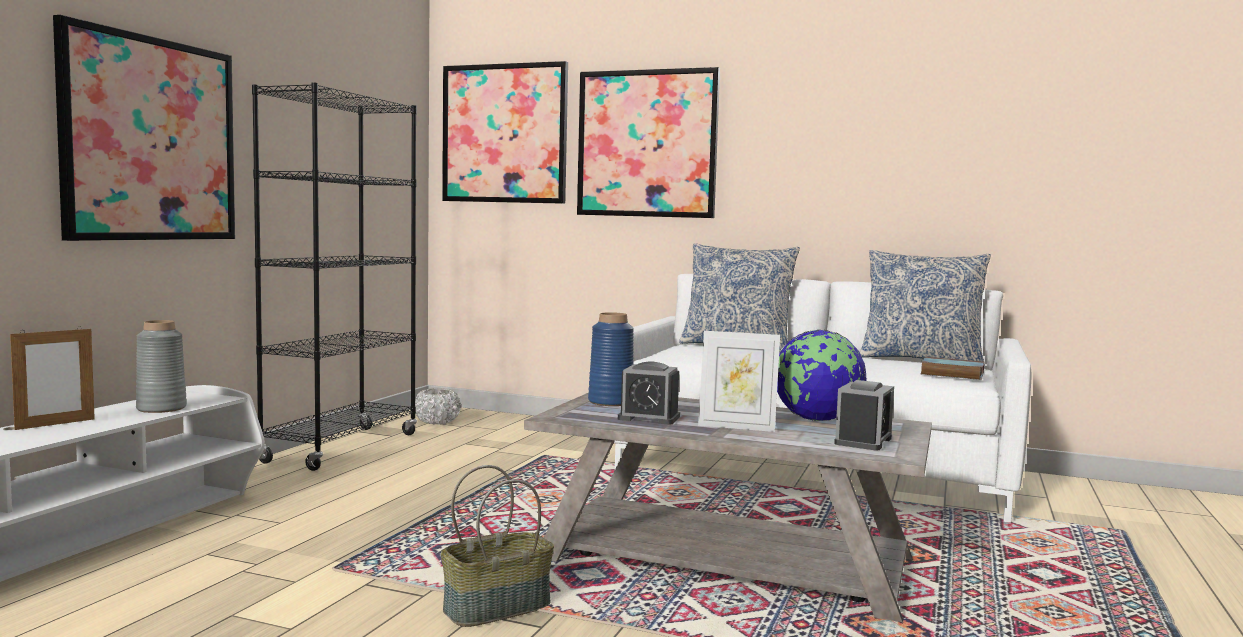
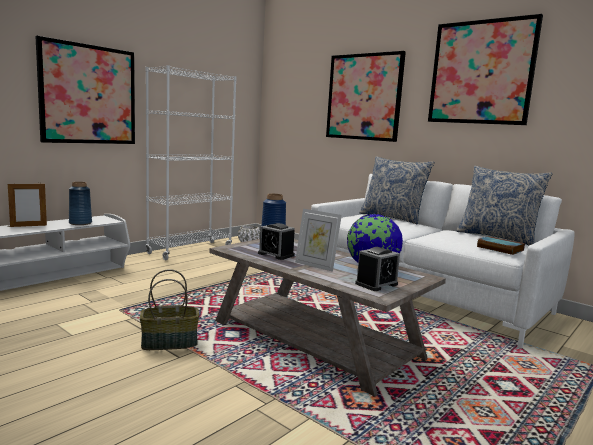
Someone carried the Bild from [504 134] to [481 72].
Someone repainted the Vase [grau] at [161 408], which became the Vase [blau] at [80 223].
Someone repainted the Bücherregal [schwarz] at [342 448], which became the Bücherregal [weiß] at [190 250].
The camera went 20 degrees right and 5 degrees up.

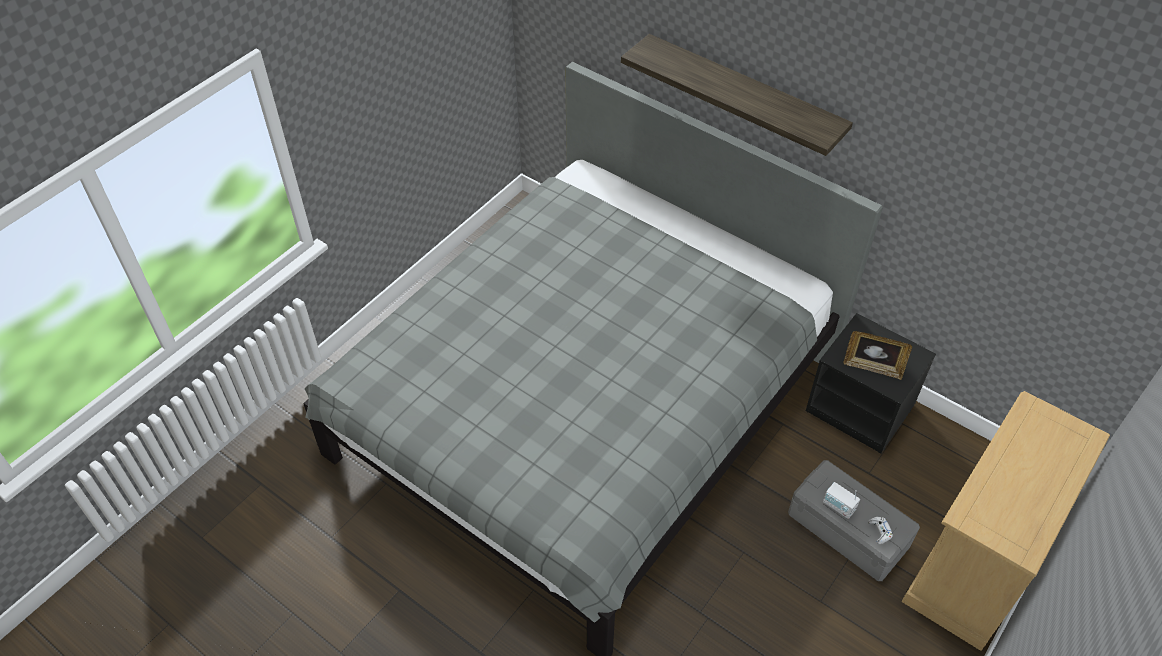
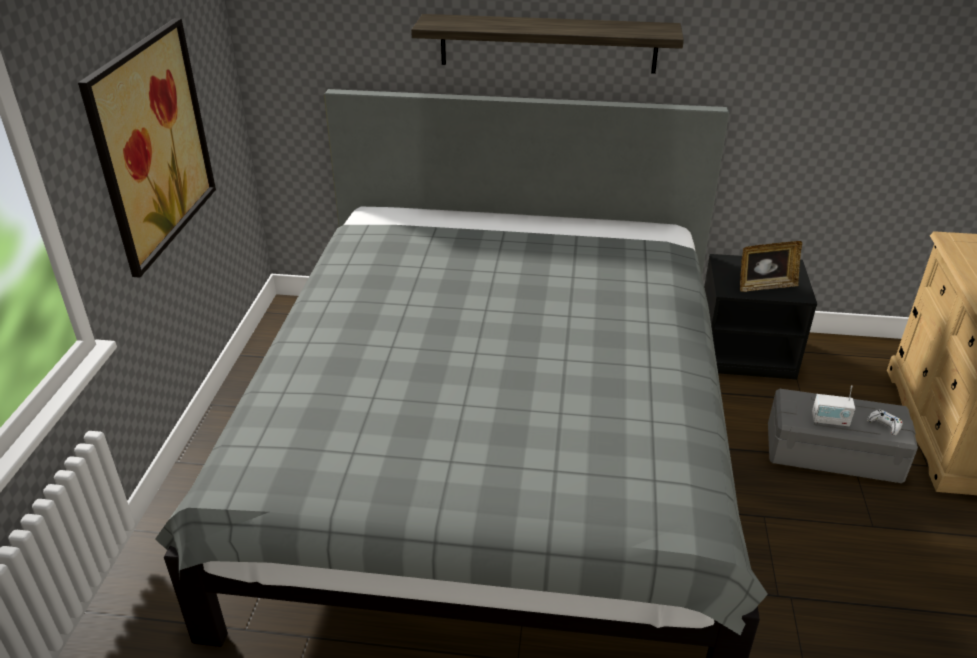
Someone put up the Bild at [151 144].
The camera went 30 degrees left and 15 degrees down.

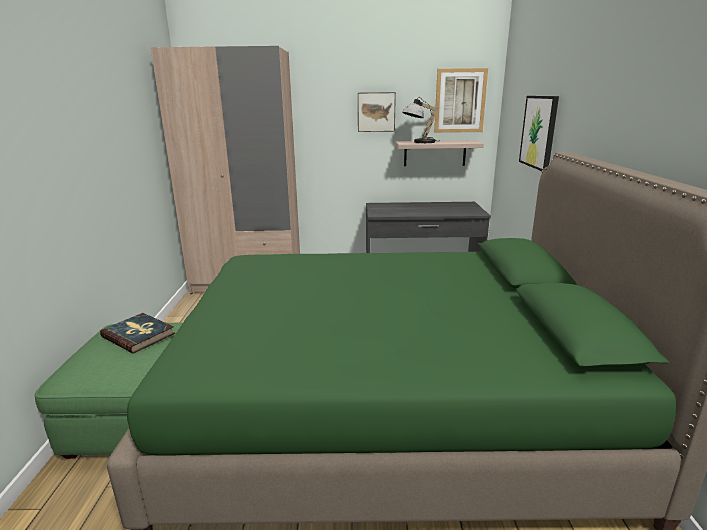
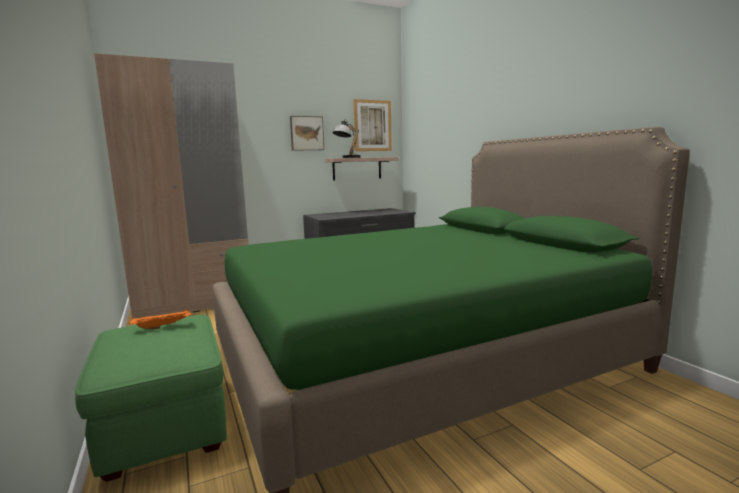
Someone took away the Bild at [539 132].
Someone swapped the Buch at [139 335] for the Tablett [orange] at [163 326].
The camera went 25 degrees left and 10 degrees down.

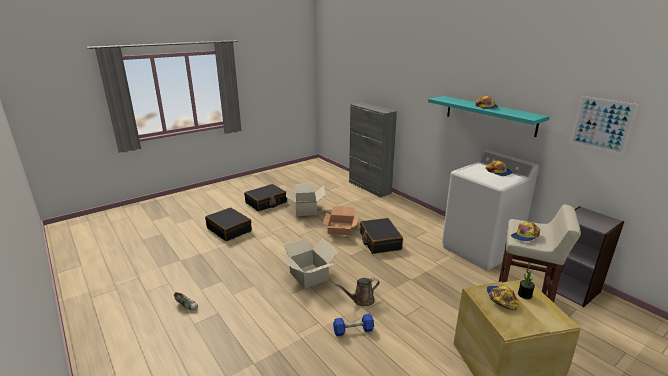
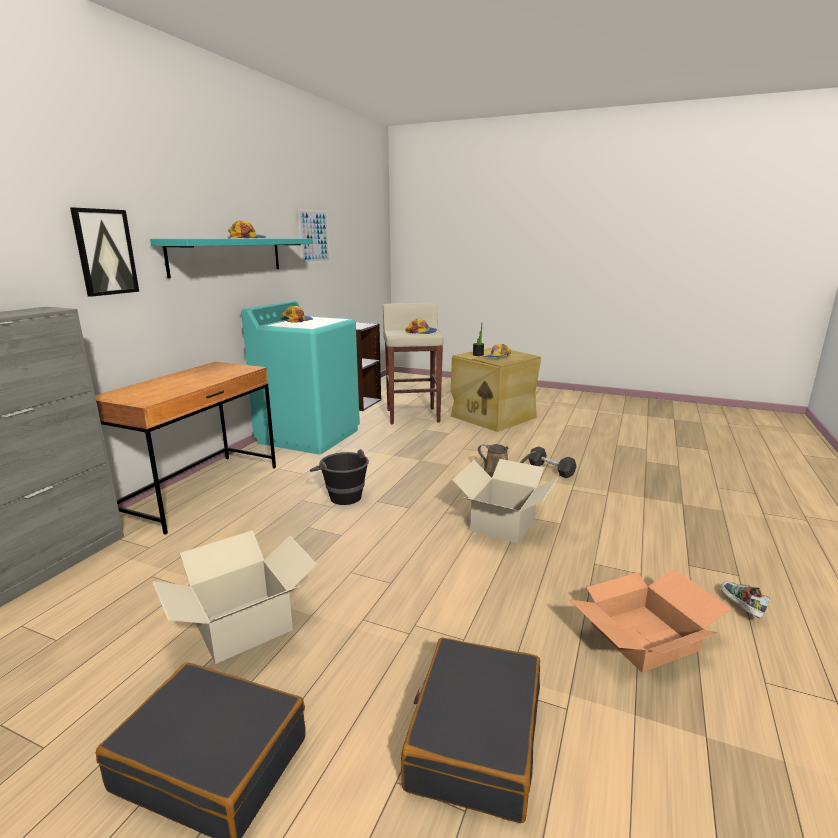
Someone put up the Bild at [105 252].
Someone put down the Schreibtisch [braun] at [201 491].
Someone carried the Karton from [340 228] to [643 638].
Someone swapped the Koffer [schwarz] at [379 241] for the Eimer [schwarz] at [341 495].
Someone repainted the Hantel [blau] at [353 330], which became the Hantel [grau] at [551 470].
Someone repainted the Waschmaschine [weiß] at [480 249], which became the Waschmaschine [türkis] at [309 436].
The camera went 120 degrees left and 5 degrees down.

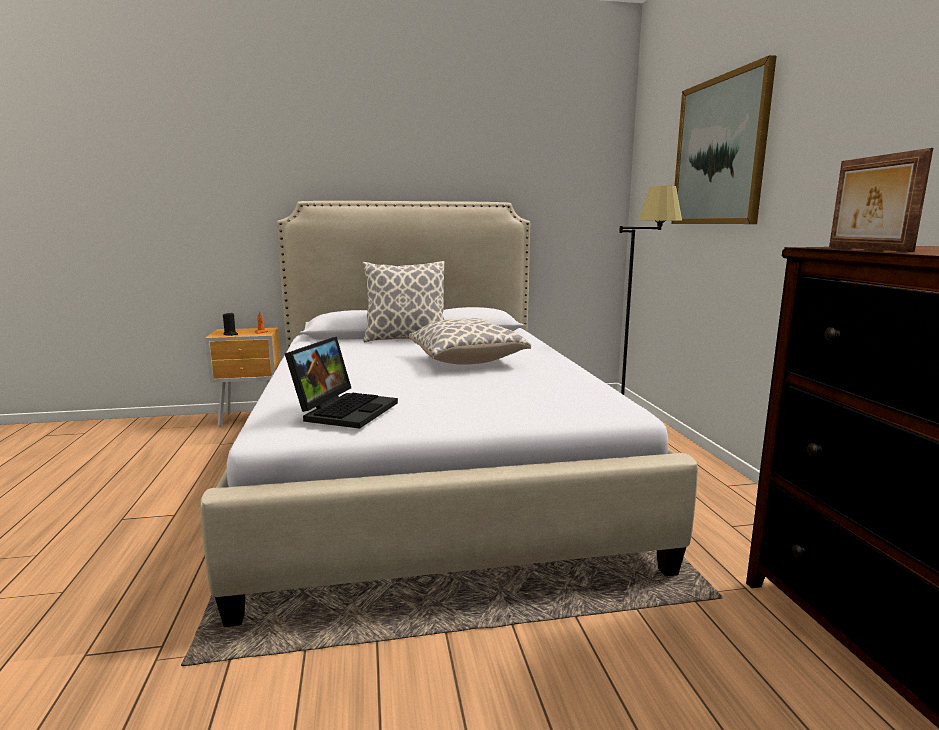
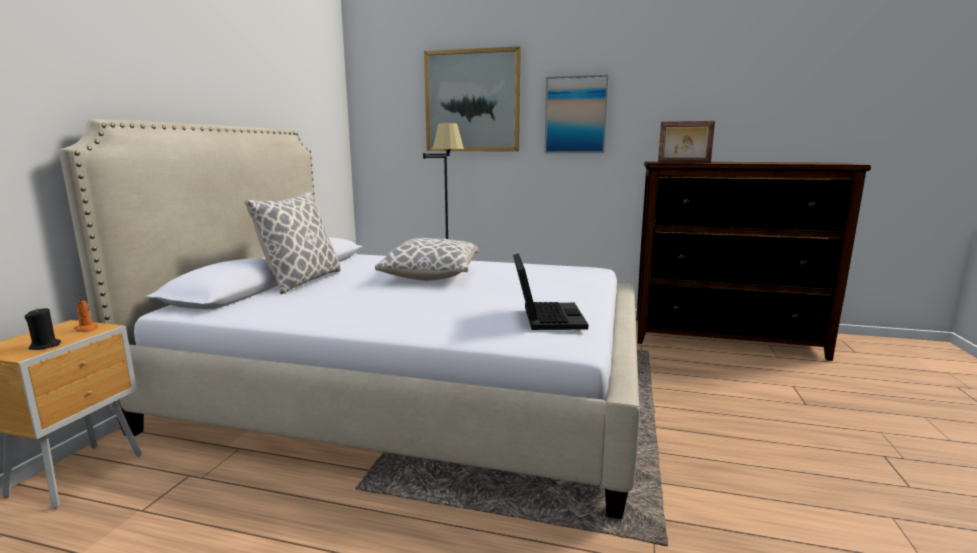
Someone put up the Bild at [575 115].
Someone rotated the Laptop at [345 410] by 45 degrees clockwise.
The camera went 65 degrees left and 0 degrees up.

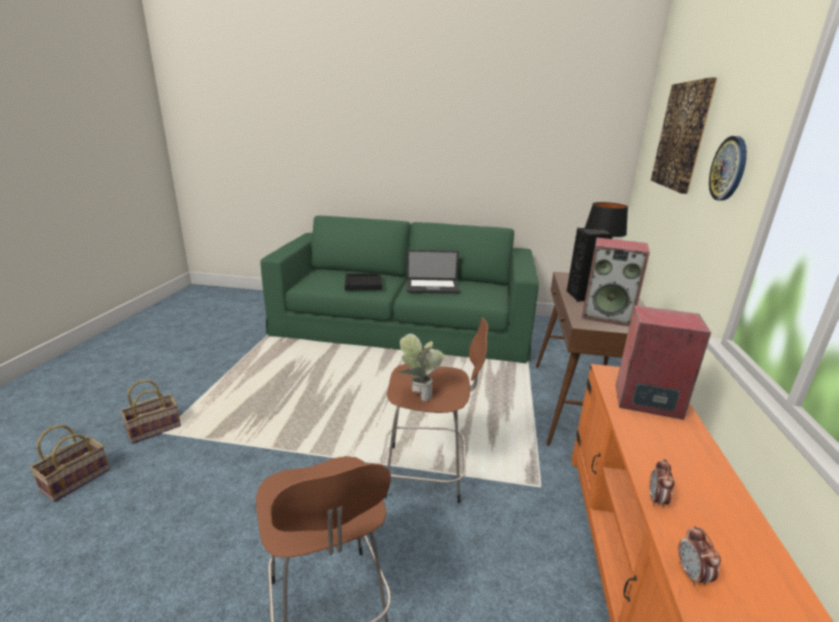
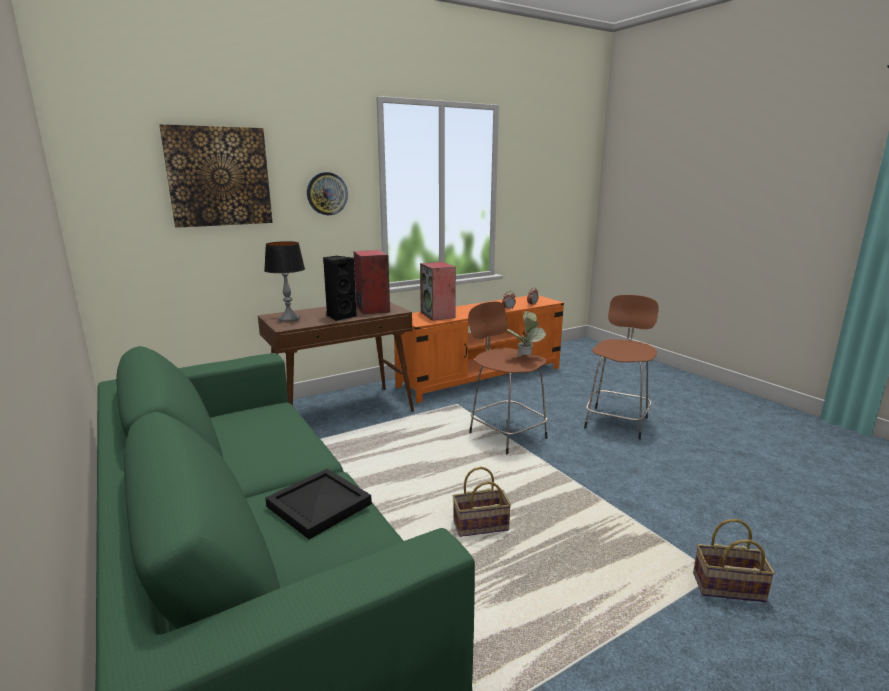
Someone took away the Laptop at [432 287].
Someone carried the Korb from [77 479] to [479 526].
The camera went 130 degrees left and 5 degrees down.

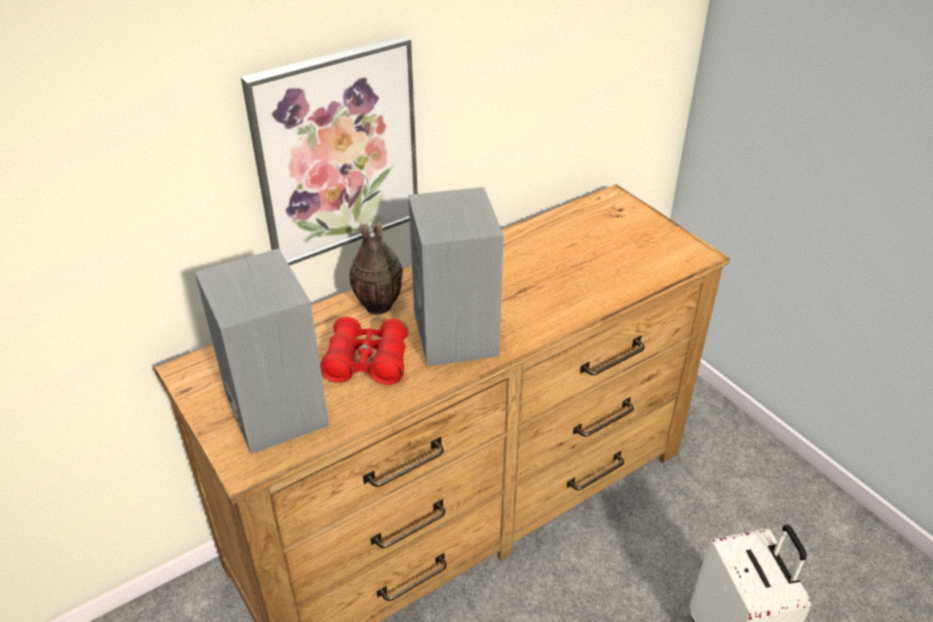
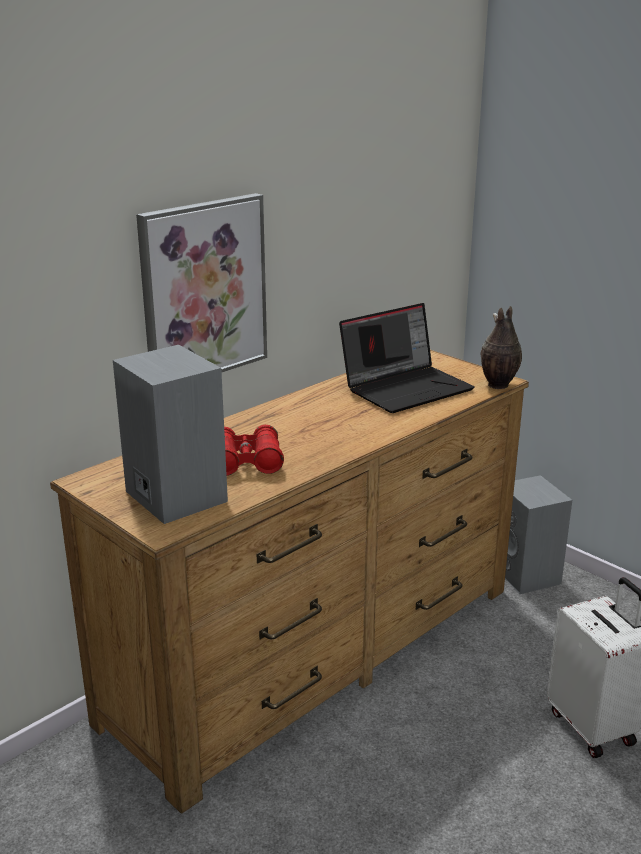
Someone put down the Laptop at [406 387].
Someone carried the Vase from [377 307] to [497 385].
Someone carried the Lautsprecher [grau] from [458 335] to [527 575].
The camera went 10 degrees left and 15 degrees down.

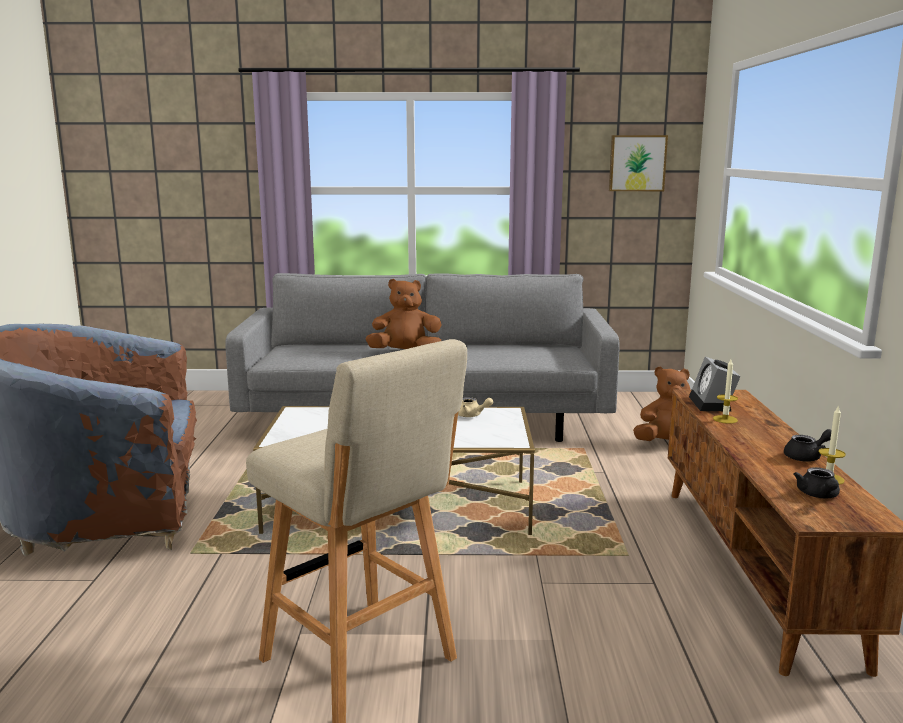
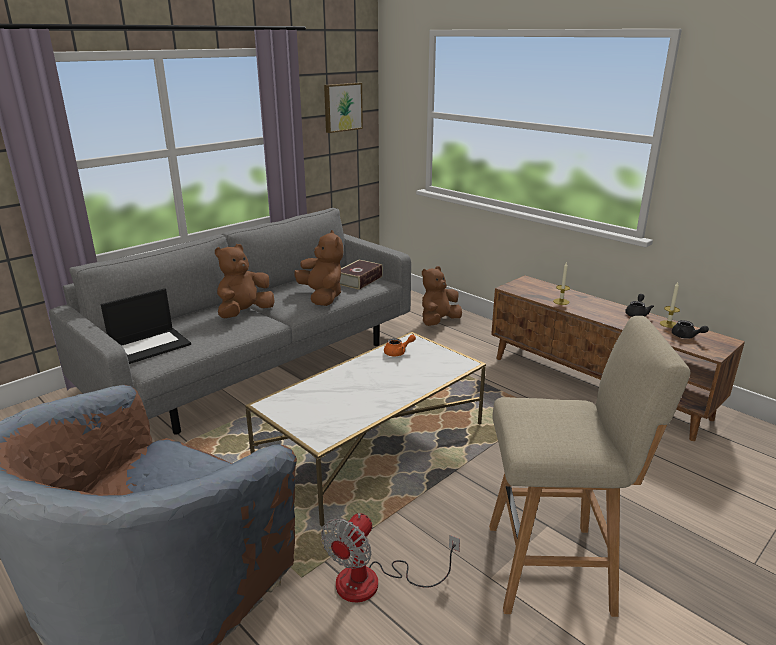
Someone took away the Wecker at [712 404].
Someone put down the Laptop at [150 345].
Someone put down the Plüschtier [braun] at [322 297].
Someone put down the Ventilator at [373 582].
Someone put down the Buch at [359 280].
Someone repainted the Teekanne [beige] at [471 415], which became the Teekanne [orange] at [398 352].
The camera went 45 degrees left and 10 degrees up.

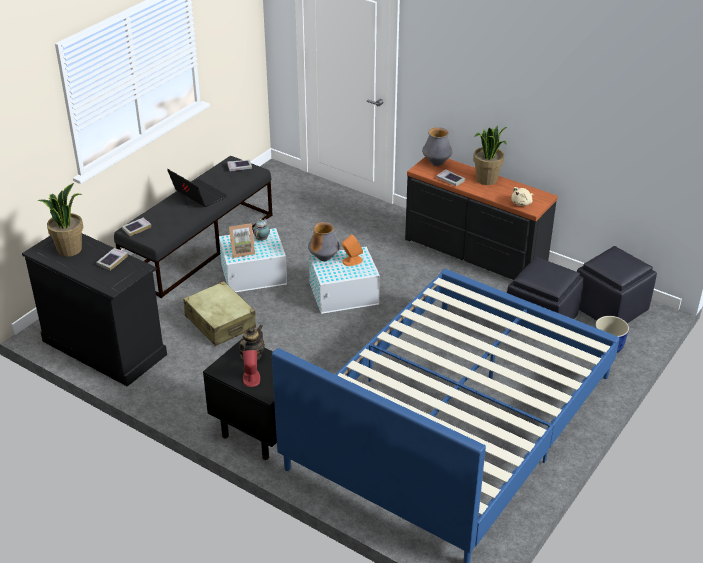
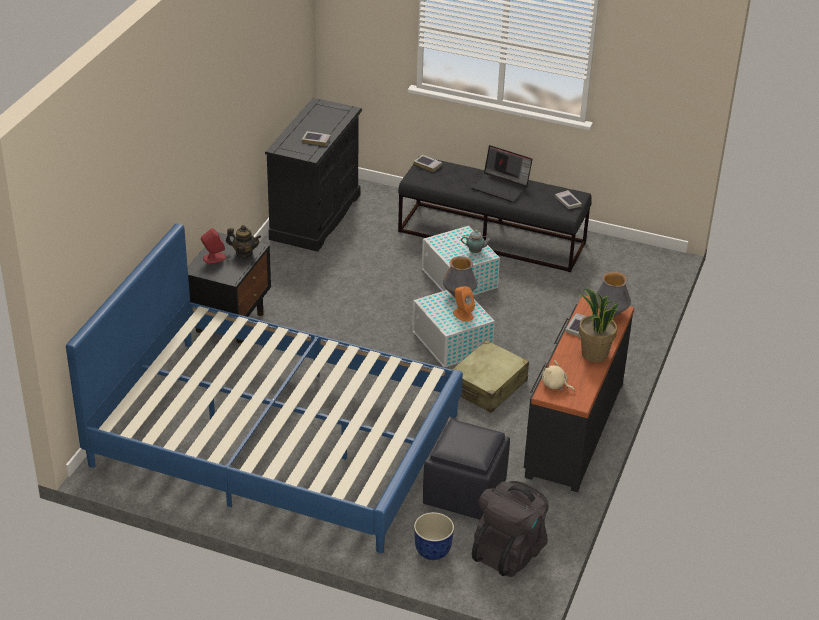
Someone took away the Topfpflanze at [69 249].
Someone took away the Bilderrahmen at [242 251].
Someone carried the Koffer [beige] from [220 322] to [488 386].
Someone swapped the Polsterhocker [schwarz] at [610 309] for the Rucksack [schwarz] at [509 551].
Someone rotated the Laptop at [197 195] by 90 degrees clockwise.
The camera went 75 degrees right and 0 degrees up.

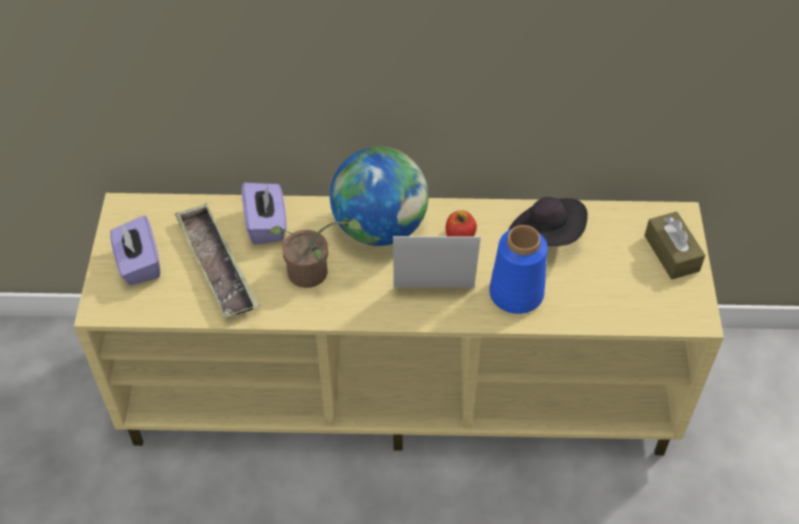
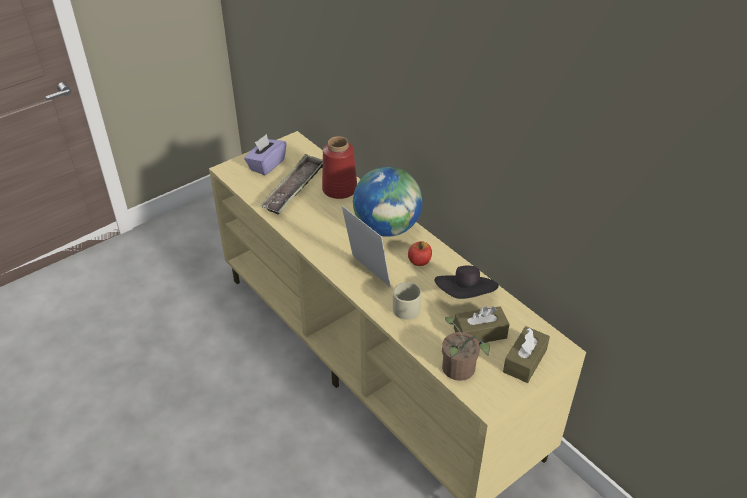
Someone put down the Taschentuchbox [braun] at [480 333].
Someone carried the Topfpflanze from [312 275] to [459 371].
Someone swapped the Taschentuchbox [lila] at [266 224] for the Vase [rot] at [339 189].
Someone swapped the Vase [blau] at [515 293] for the Henkelbecher [beige] at [406 306].
The camera went 50 degrees right and 10 degrees down.

